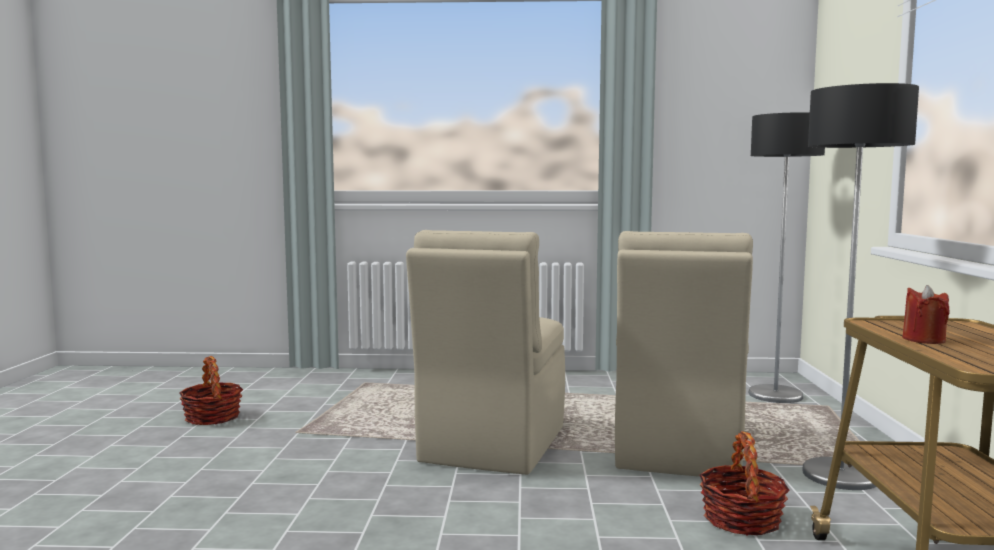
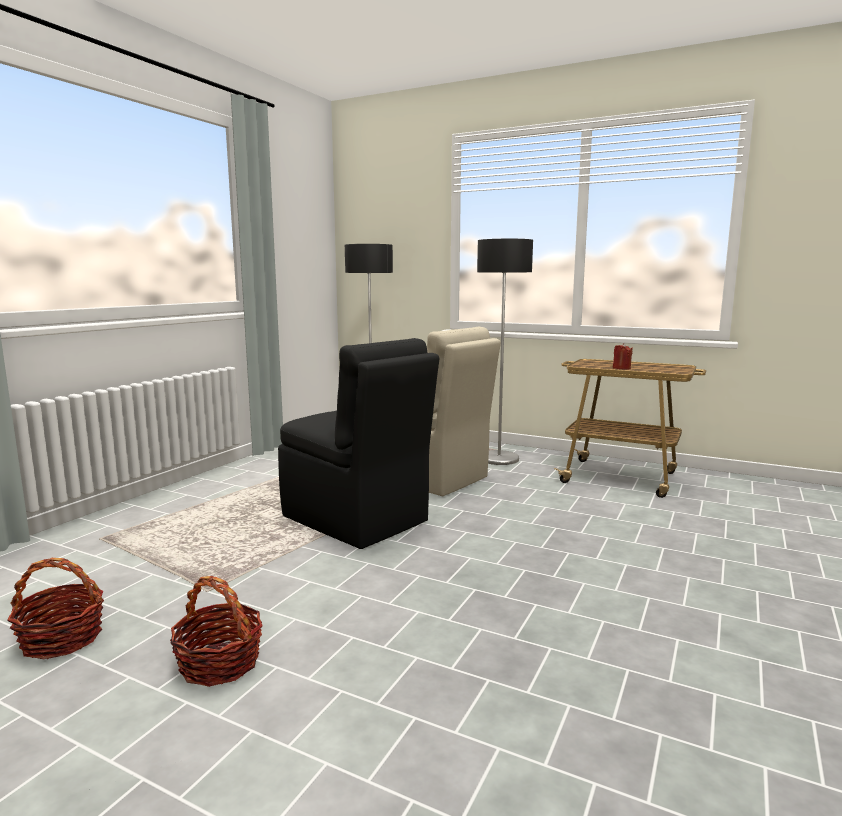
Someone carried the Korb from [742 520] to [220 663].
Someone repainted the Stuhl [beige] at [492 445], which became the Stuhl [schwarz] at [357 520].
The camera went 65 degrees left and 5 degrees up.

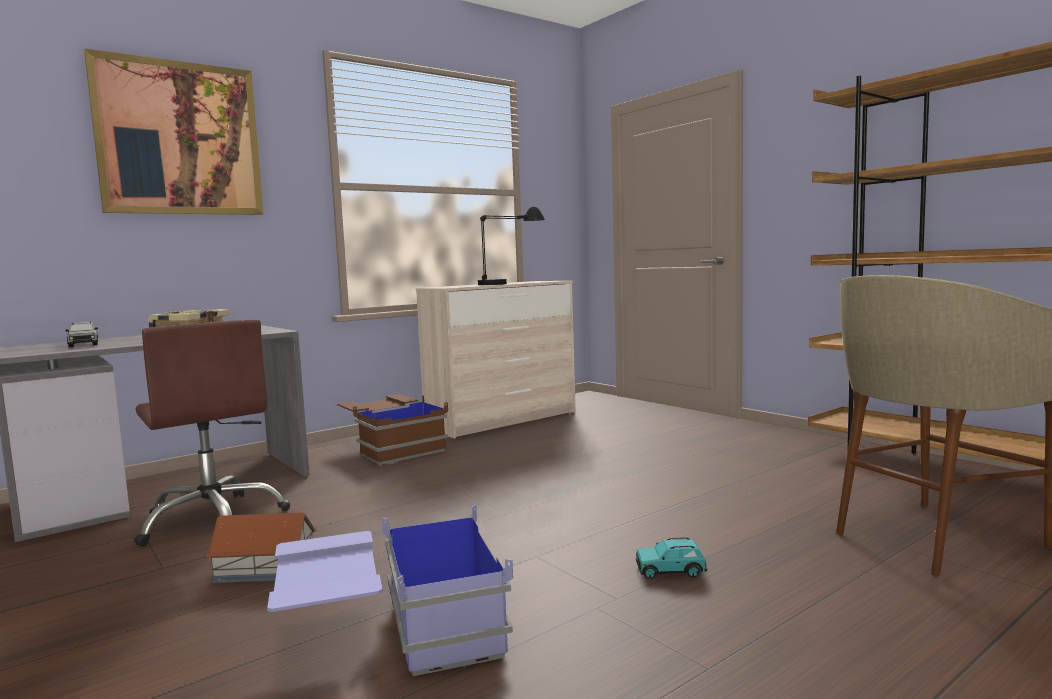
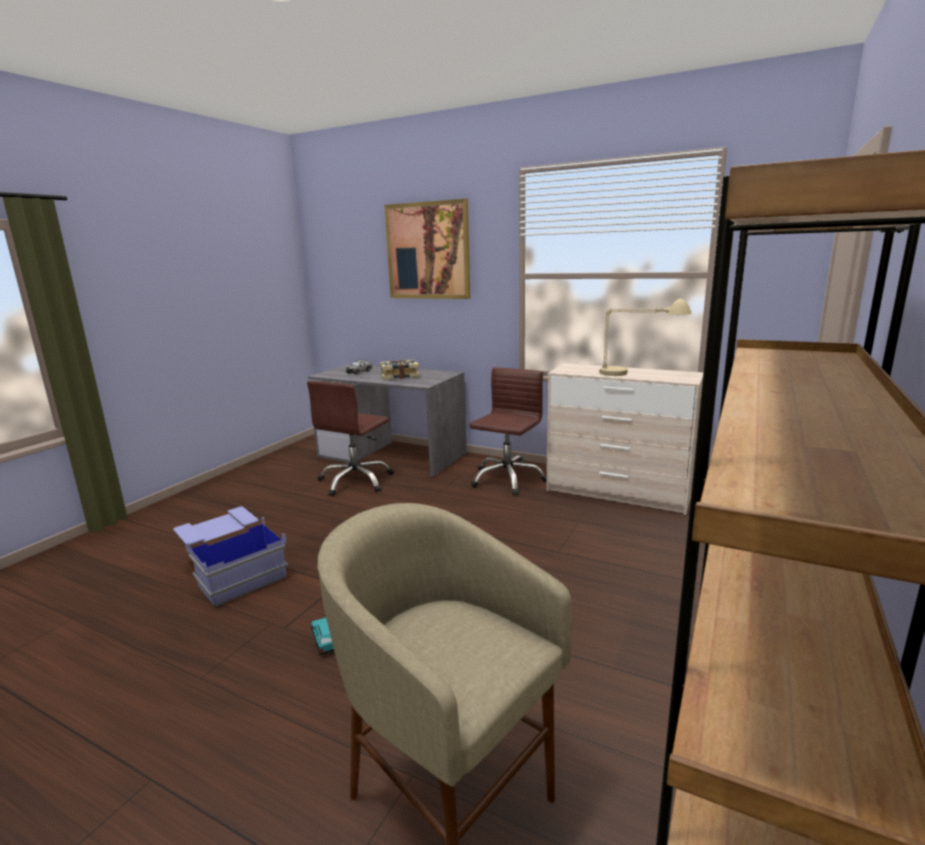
Someone took away the Spielzeughaus at [265 568].
Someone swapped the Aufbewahrungsbox [braun] at [392 447] for the Bürostuhl [braun] at [507 479].
Someone repainted the Tischlampe [schwarz] at [511 283], which became the Tischlampe [beige] at [638 374].
The camera went 65 degrees right and 10 degrees up.

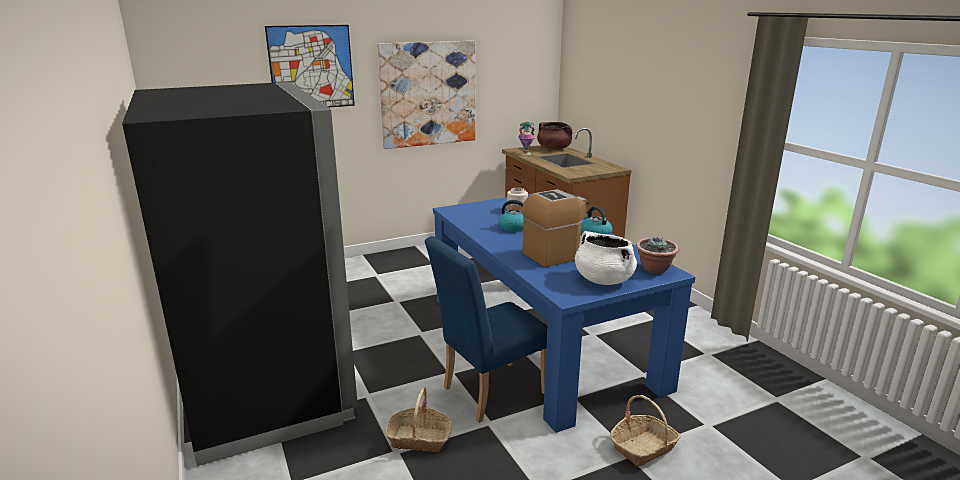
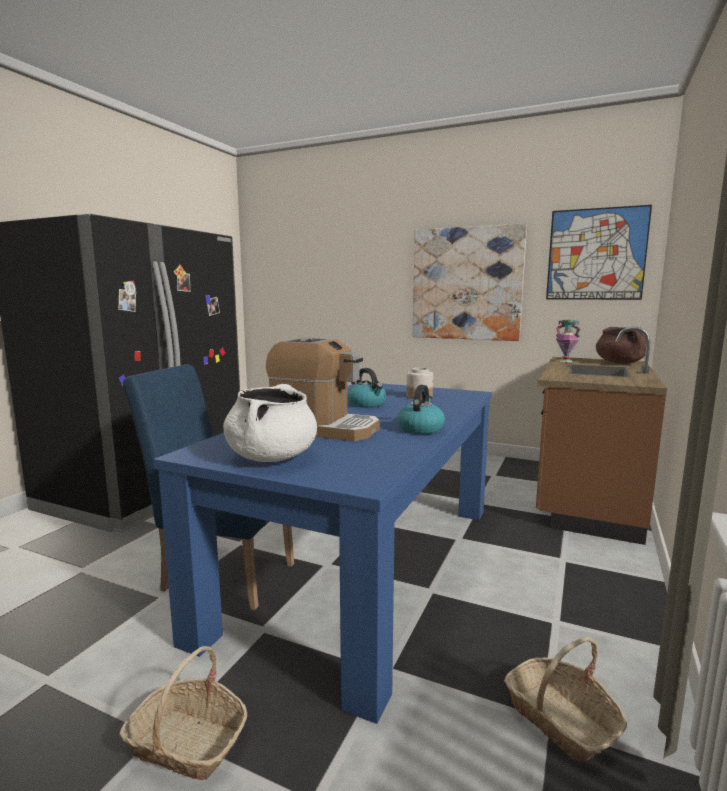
Someone took away the Topfpflanze at [654 269].
Someone carried the Bild from [311 67] to [596 254].
Someone carried the Korb from [419 438] to [561 720].
The camera went 50 degrees right and 10 degrees down.

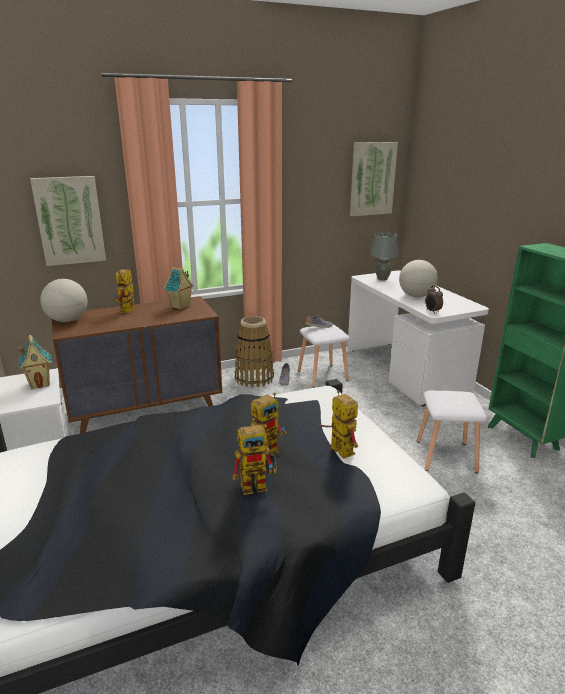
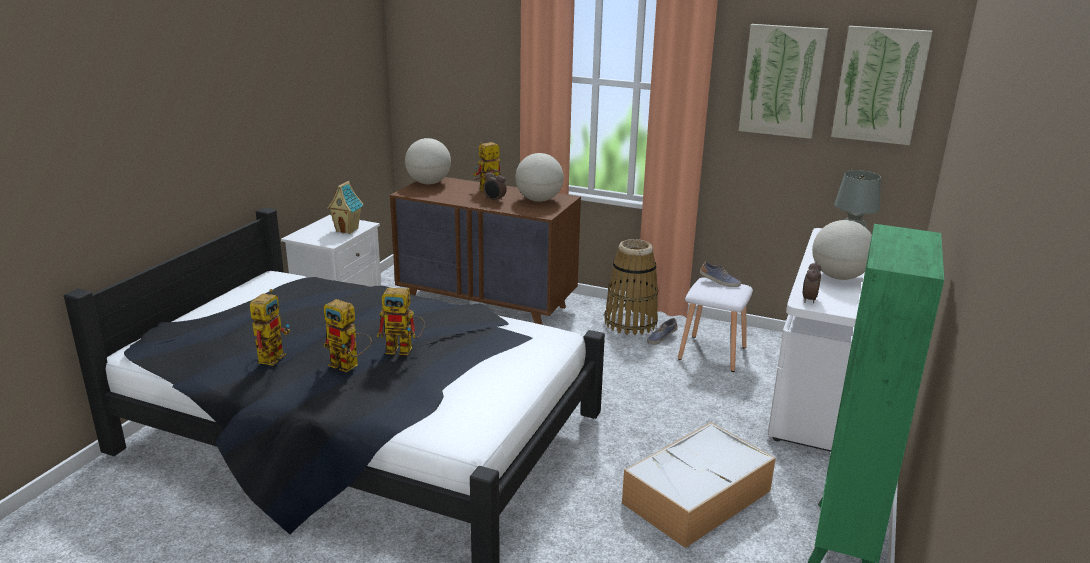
Someone put down the Wecker at [494 200].
Someone carried the Bild from [70 220] to [782 81].
Someone carried the Spielzeugroboter from [337 449] to [273 355].
Someone swapped the Spielzeughaus at [180 306] for the Globus at [539 200].
Someone swapped the Hocker [weiß] at [447 457] for the Aufbewahrungsbox at [696 498].
The camera went 45 degrees right and 0 degrees up.

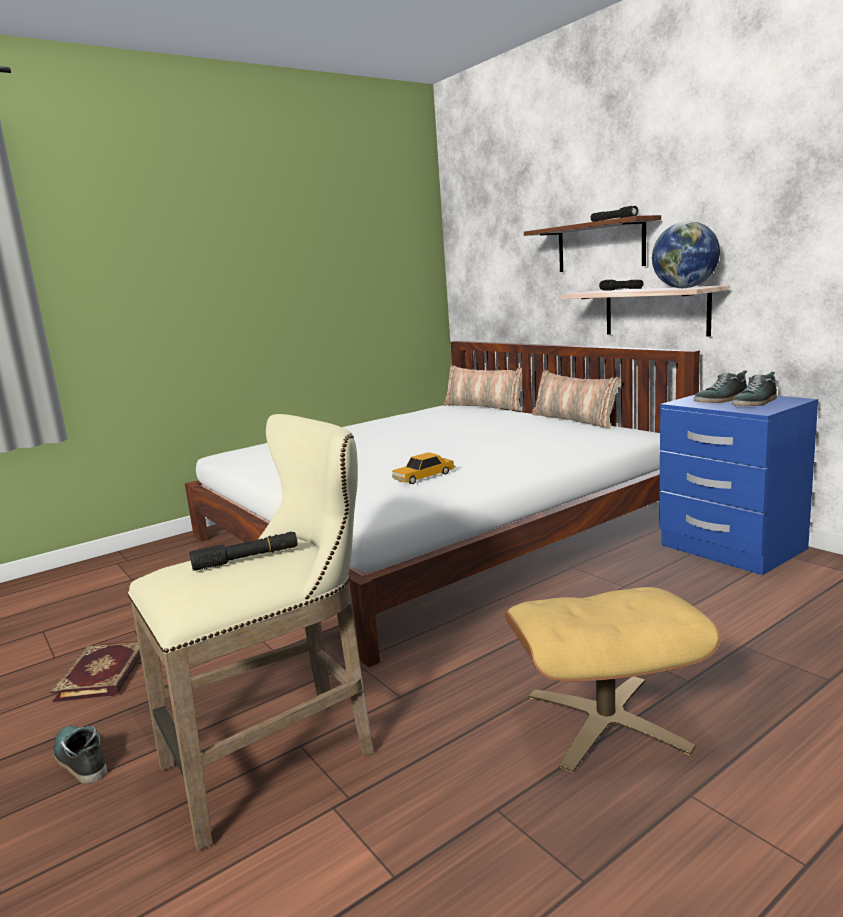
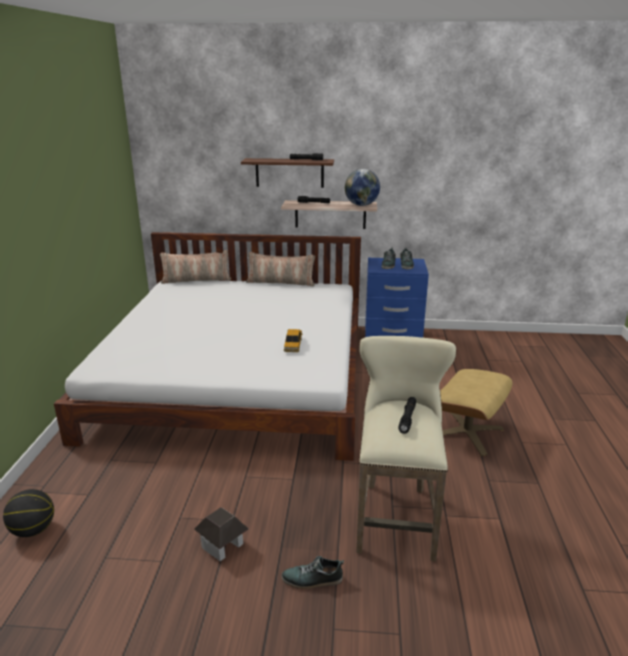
Someone put down the Basketball at [33 530].
Someone swapped the Buch at [104 673] for the Spielzeughaus at [222 545].
The camera went 50 degrees left and 10 degrees up.

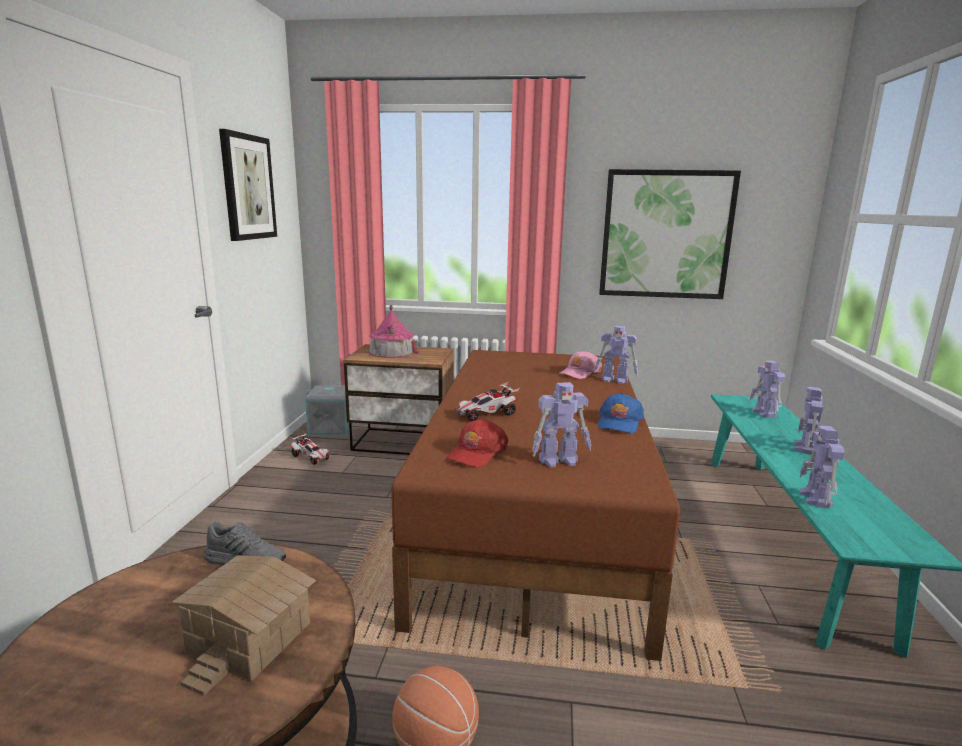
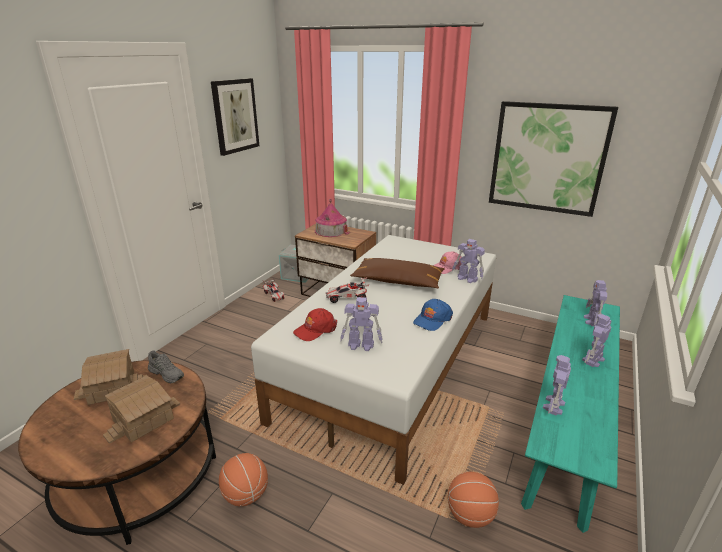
Someone put down the Spielzeughaus at [112 387].
Someone put down the Kissen [braun] at [398 281].
Someone put down the Basketball at [470 515].
Someone repainted the Bett [braun] at [536 511], which became the Bett [weiß] at [394 363].
The camera went 20 degrees right and 10 degrees up.

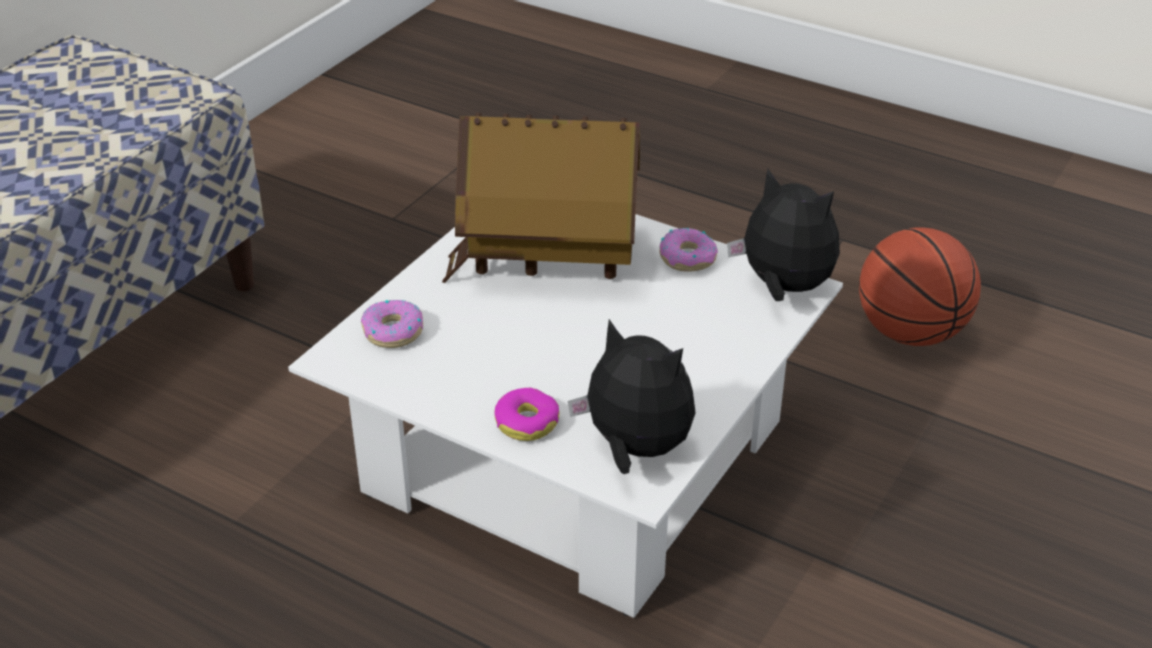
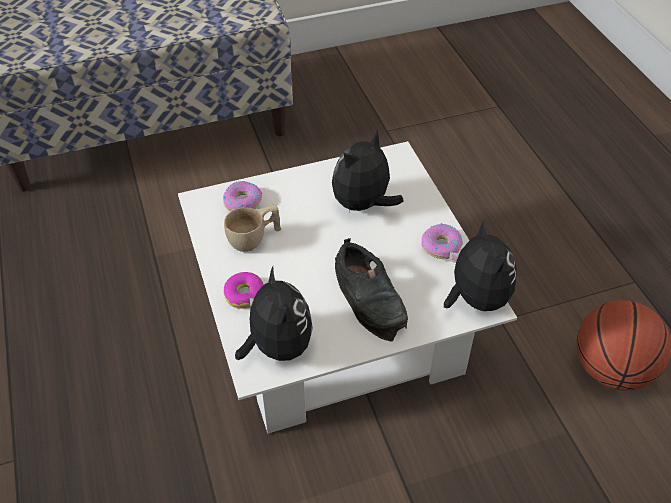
Someone put down the Tasse [beige] at [254 239].
Someone put down the Schuh [schwarz] at [370 298].
Someone swapped the Spielzeughaus at [548 261] for the Plüschtier at [363 205].
The camera went 40 degrees right and 10 degrees up.

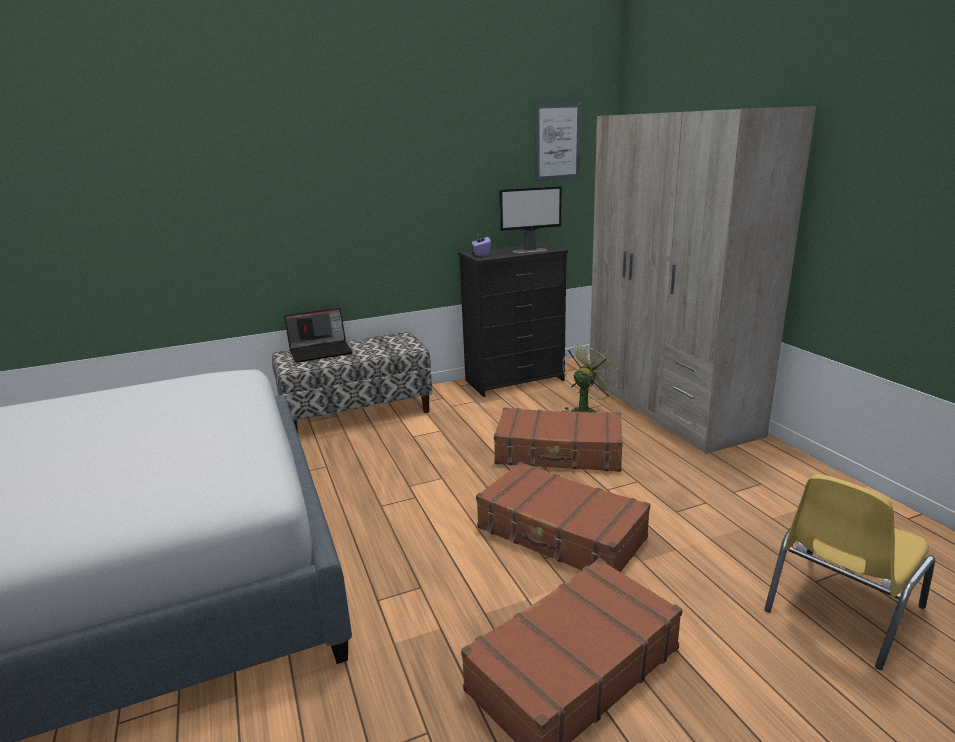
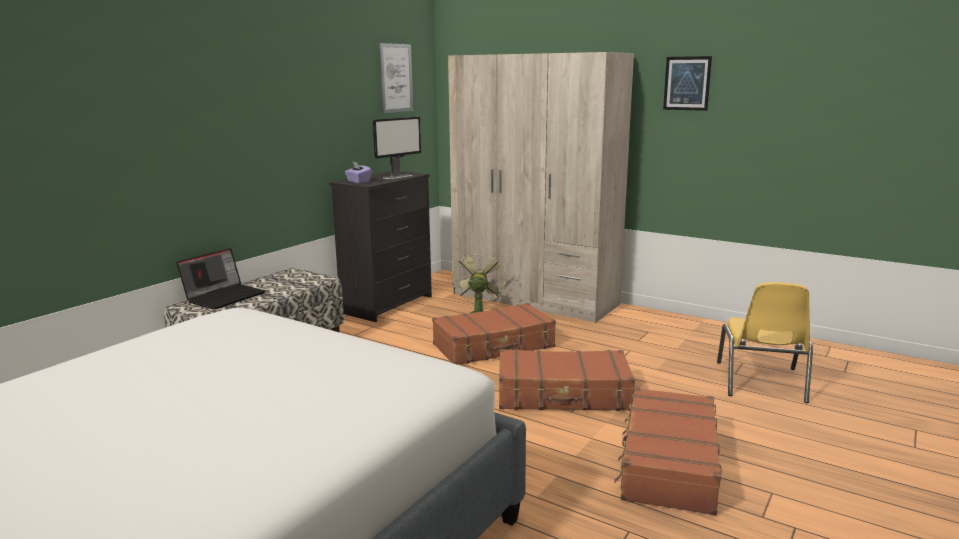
Someone put up the Bild at [687 83].
The camera went 35 degrees left and 5 degrees down.

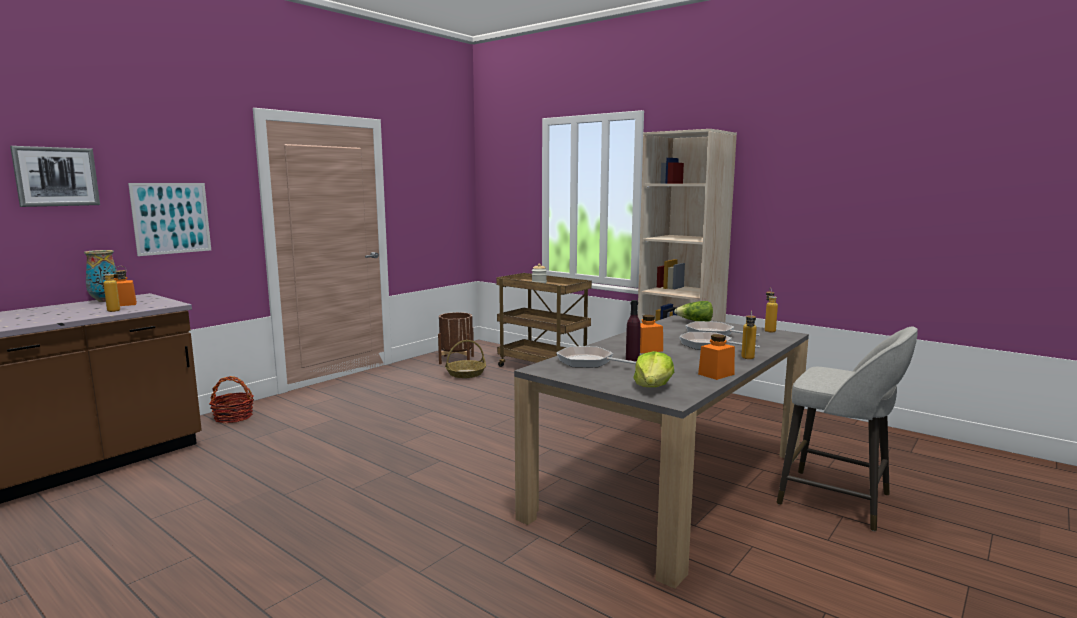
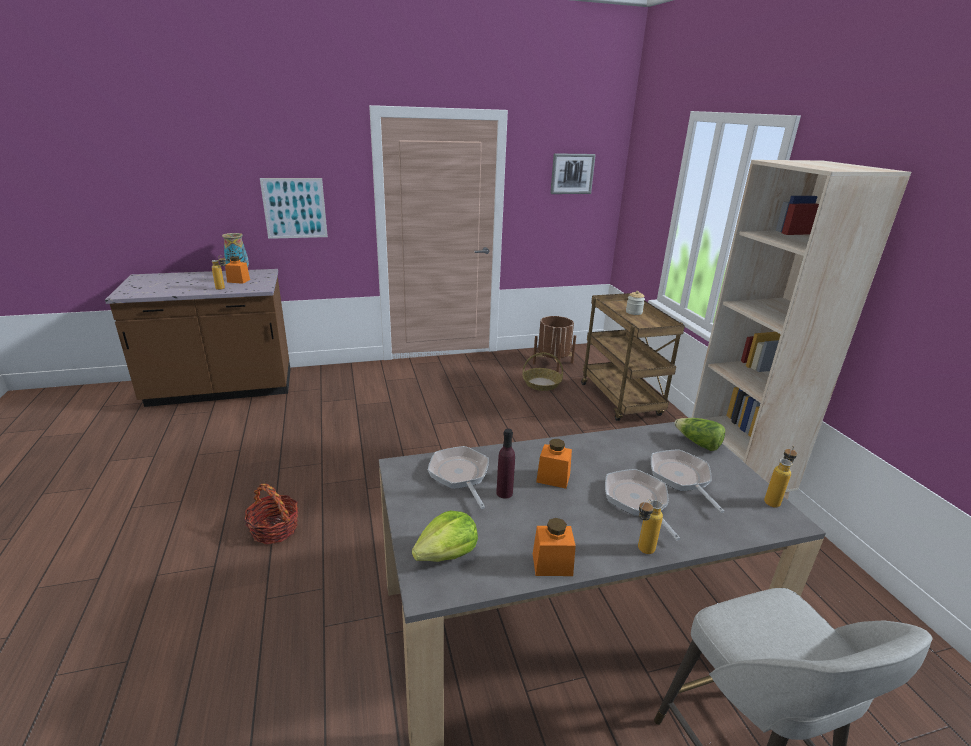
Someone carried the Bild from [56 176] to [572 173].
Someone carried the Korb from [233 417] to [274 529].
The camera went 35 degrees right and 15 degrees up.

